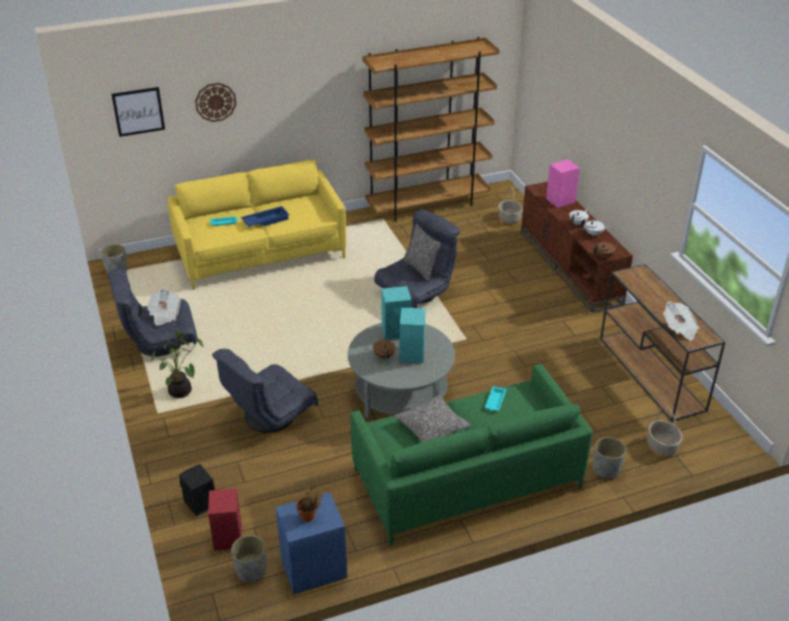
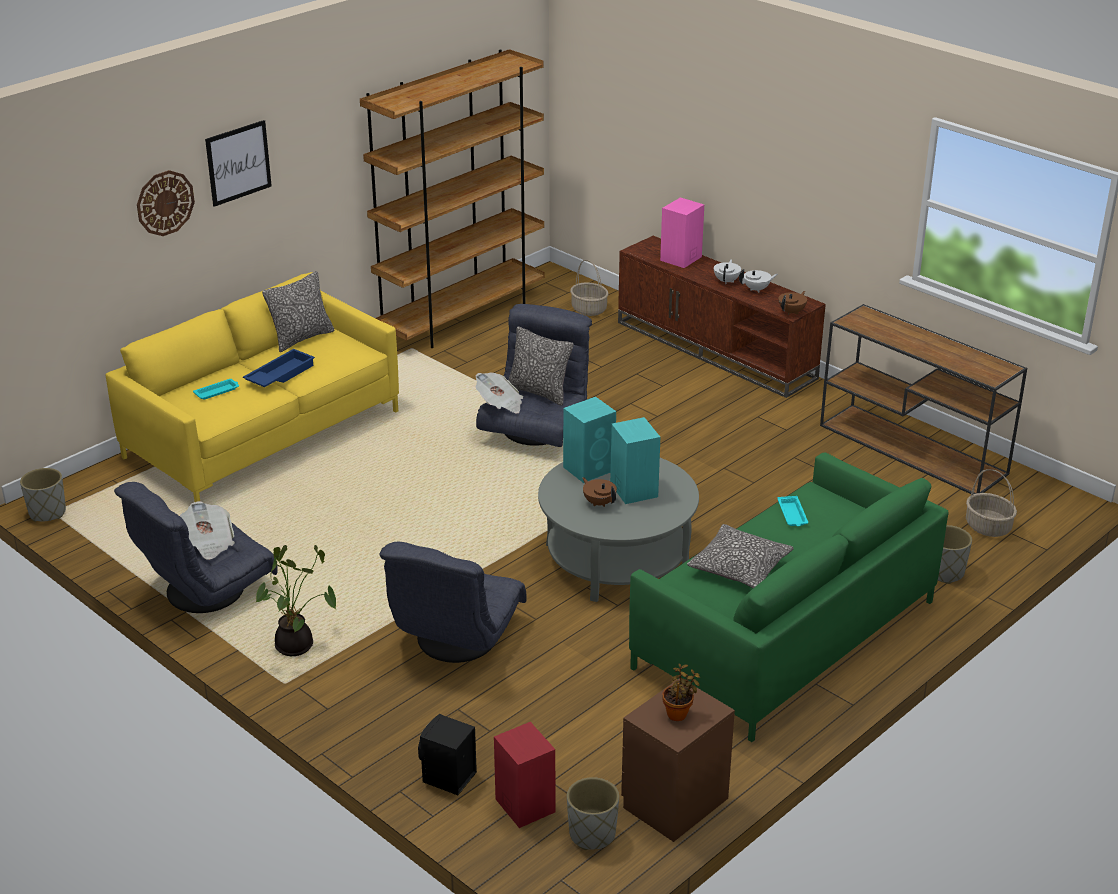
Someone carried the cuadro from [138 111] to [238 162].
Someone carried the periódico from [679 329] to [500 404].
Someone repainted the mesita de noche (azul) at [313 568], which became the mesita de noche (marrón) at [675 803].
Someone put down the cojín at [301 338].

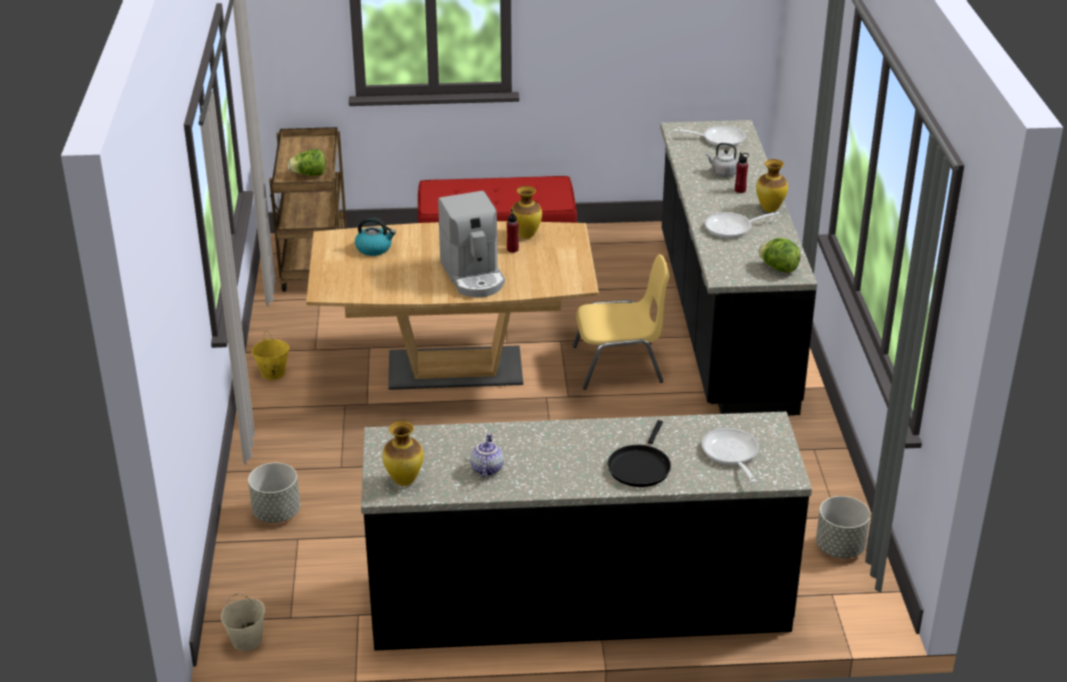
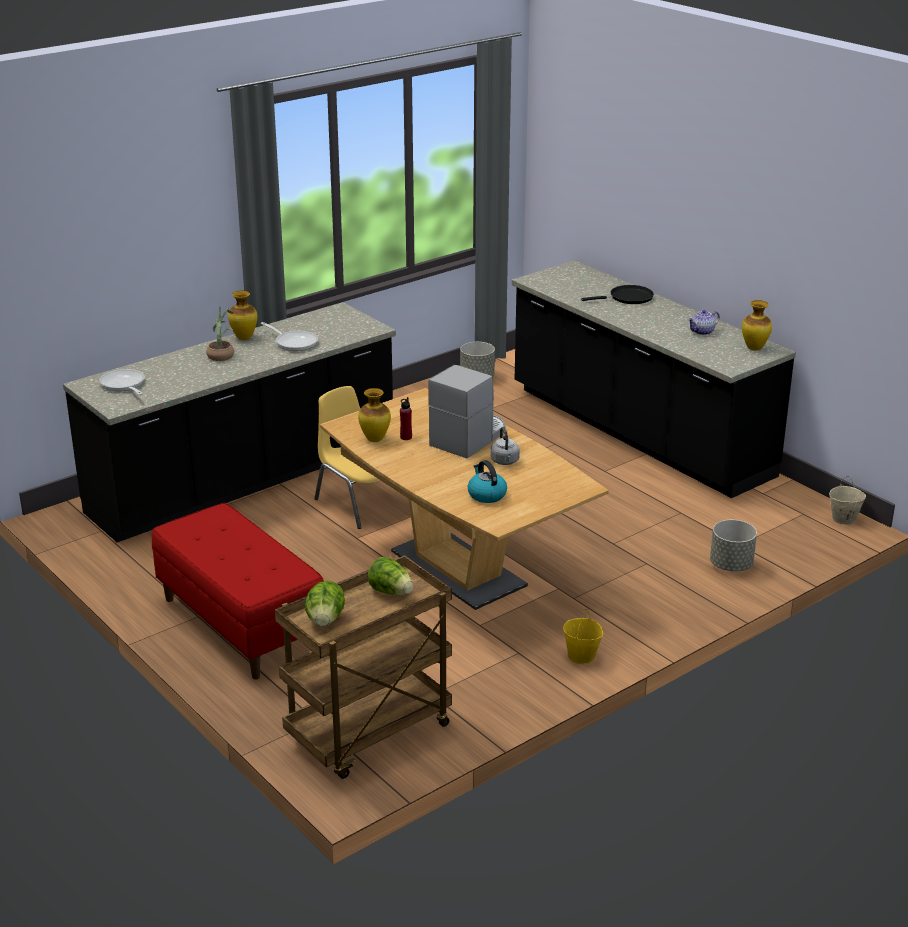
Someone carried the hervidor (gris) from [722 173] to [505 462].
Someone swapped the botella (rojo) at [740 190] for the planta en maceta at [222 354].
Someone carried the lechuga from [778 268] to [325 620].
Someone took away the sartén at [731 454].

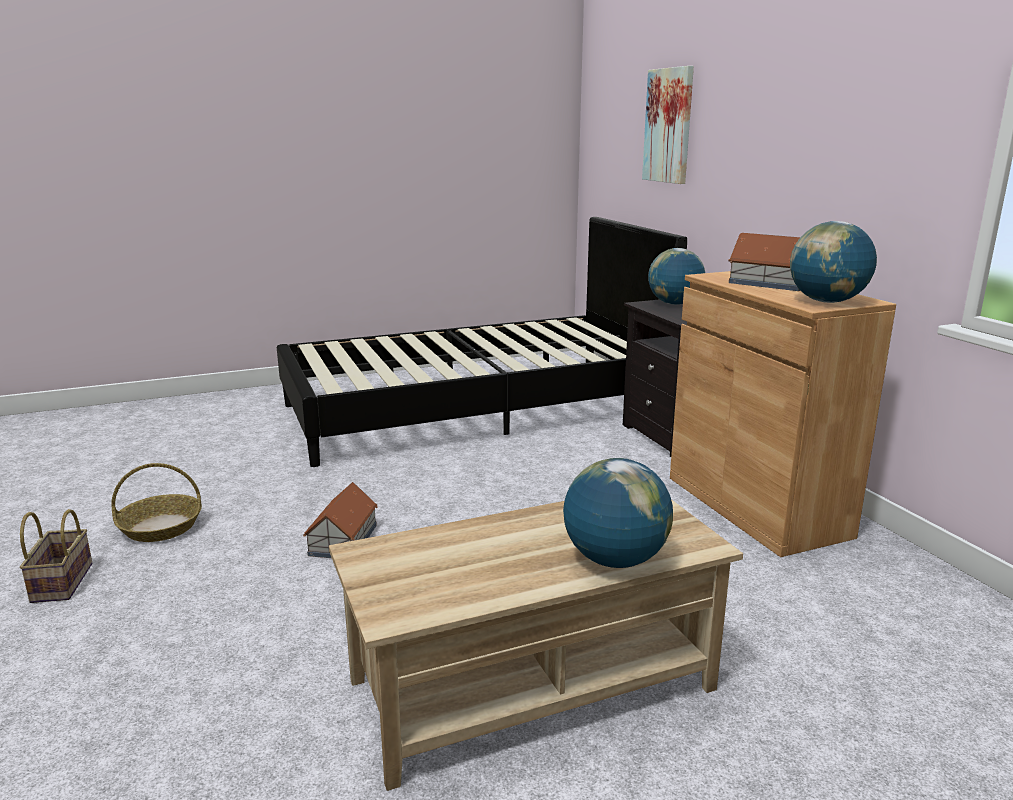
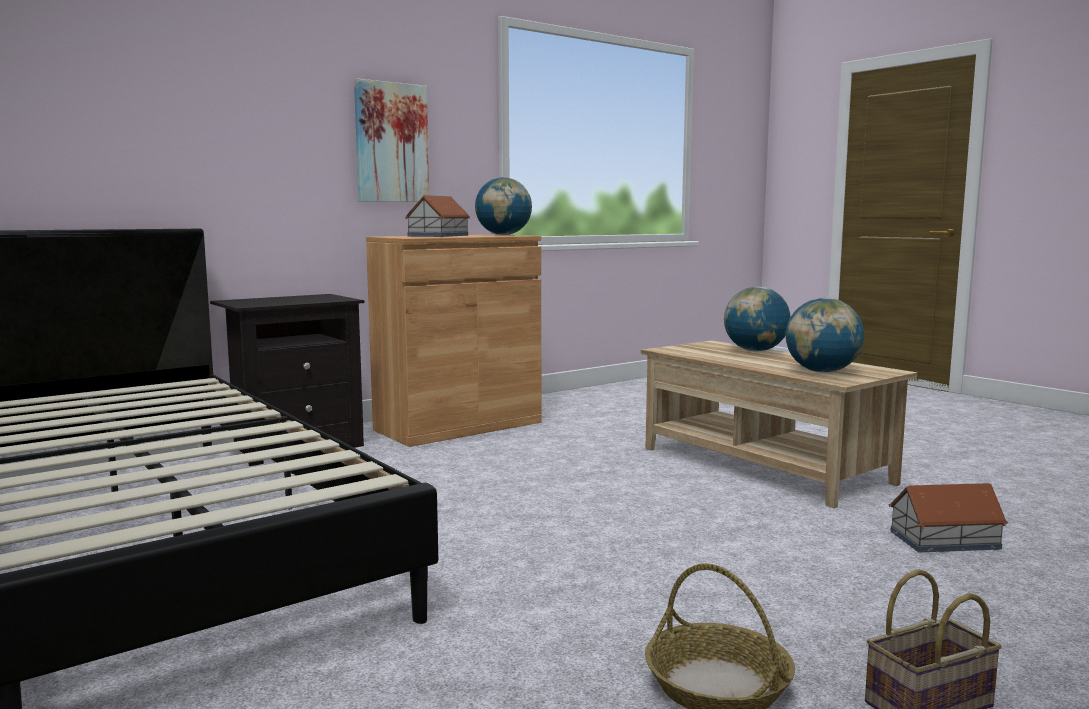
Someone carried the cuadro from [669 126] to [391 143].
Someone carried the globo terráqueo from [674 303] to [822 371].
Someone carried the casita from [342 540] to [945 540].

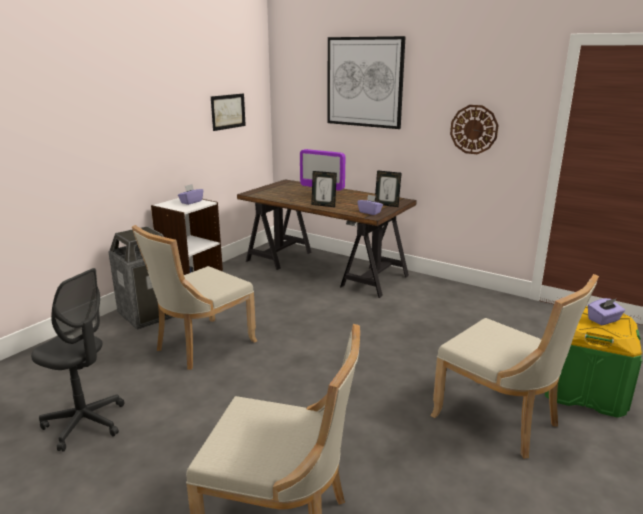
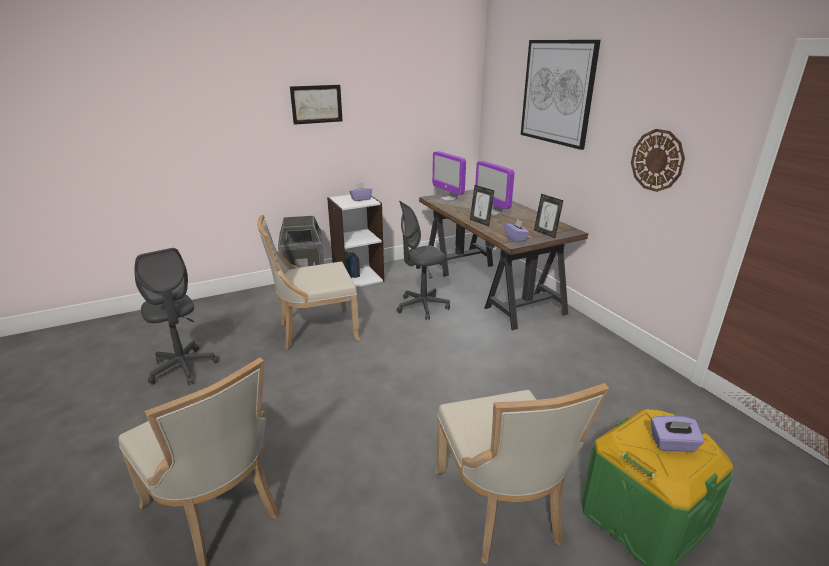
Someone carried the cuadro from [228 111] to [316 104].
Someone put down the monitor at [448 199].
Someone put down the silla de oficina (gris) at [422 307].

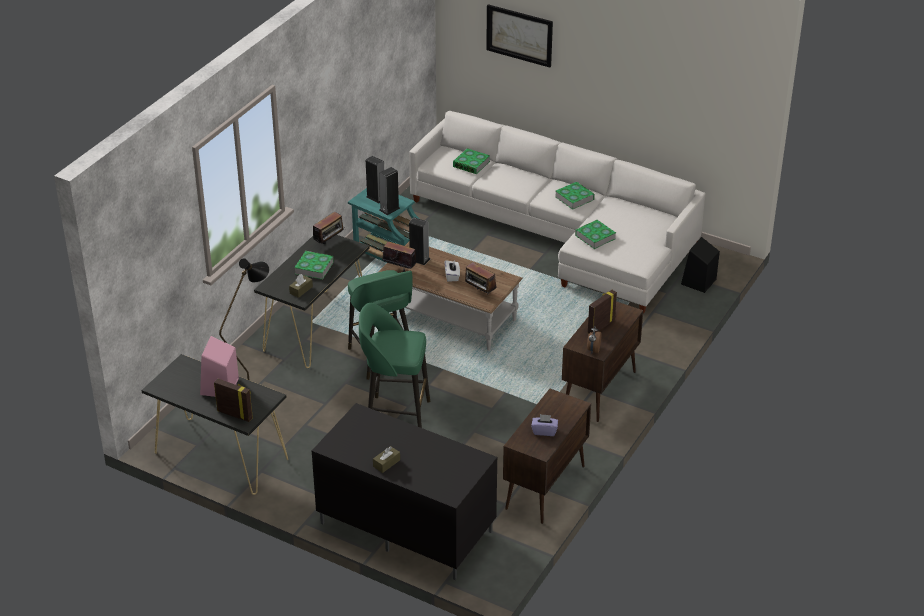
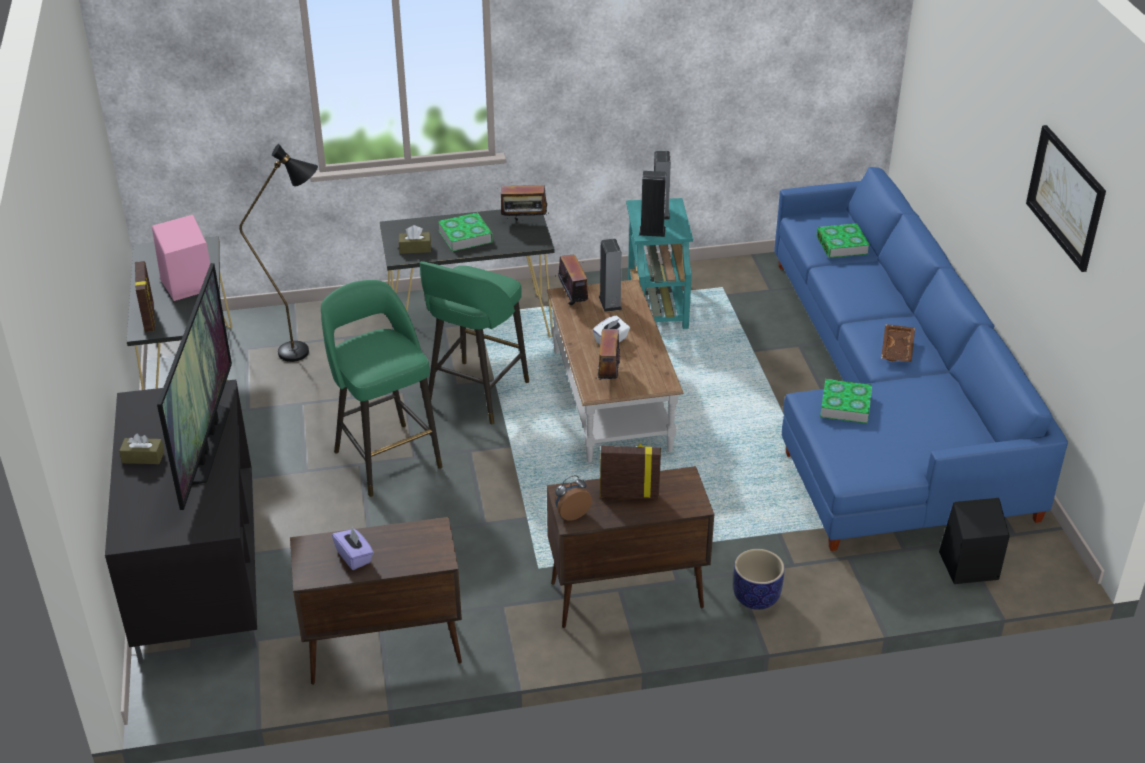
Someone carried the cuadro from [519 35] to [1066 197].
Someone repainted the sofá (blanco) at [562 234], which became the sofá (azul) at [887 399].
Someone swapped the libro at [574 198] for the bandeja (marrón) at [898 349].
Someone put down the televisor at [206 445].
Someone put down the maceta at [756 597].

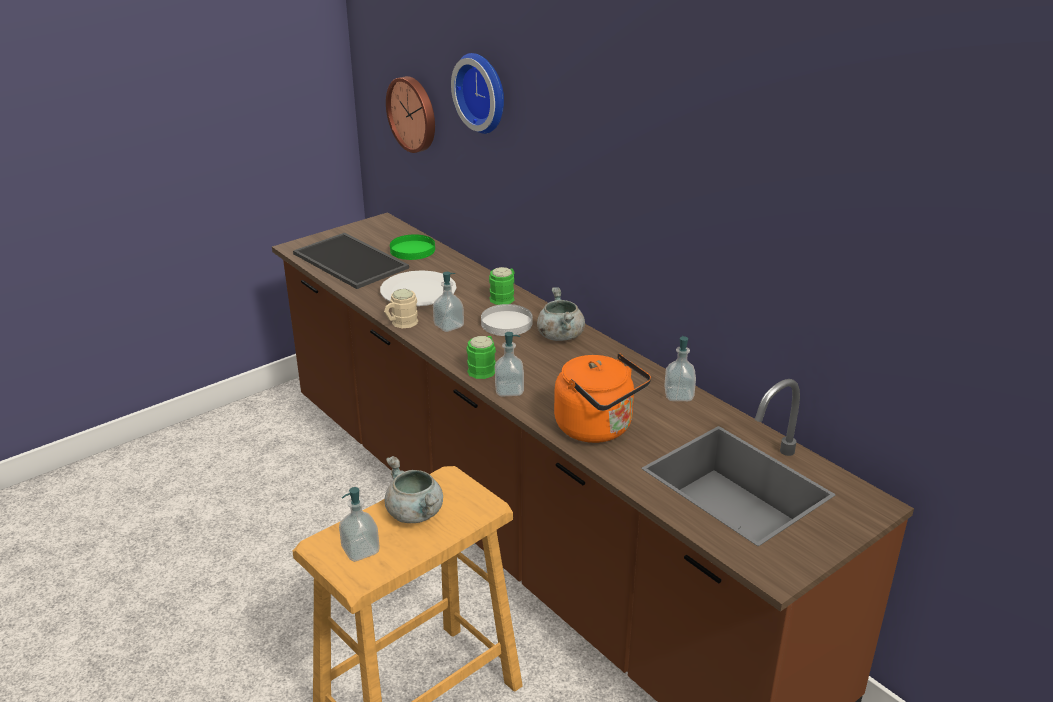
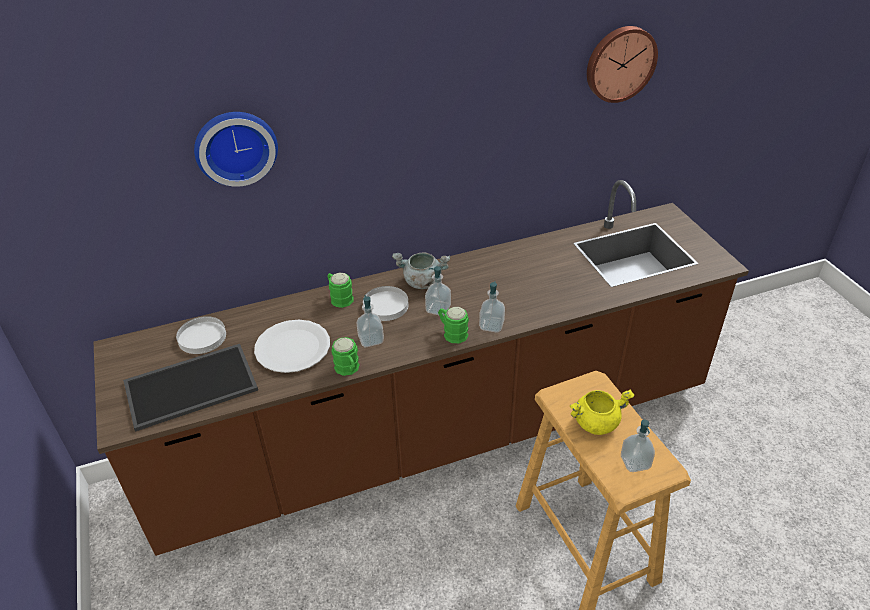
Someone carried the reloj de pared from [413 114] to [619 63].
Someone repainted the plato (verde) at [413 250], which became the plato (blanco) at [202 337].
Someone repainted the taza grande (beis) at [401 323], which became the taza grande (verde) at [348 369].
Someone carried the dispensador de jabón from [678 395] to [438 309].
Someone took away the hervidor (naranja) at [598 428].
Someone repainted the olla (gris) at [416 513], which became the olla (amarillo) at [596 422].

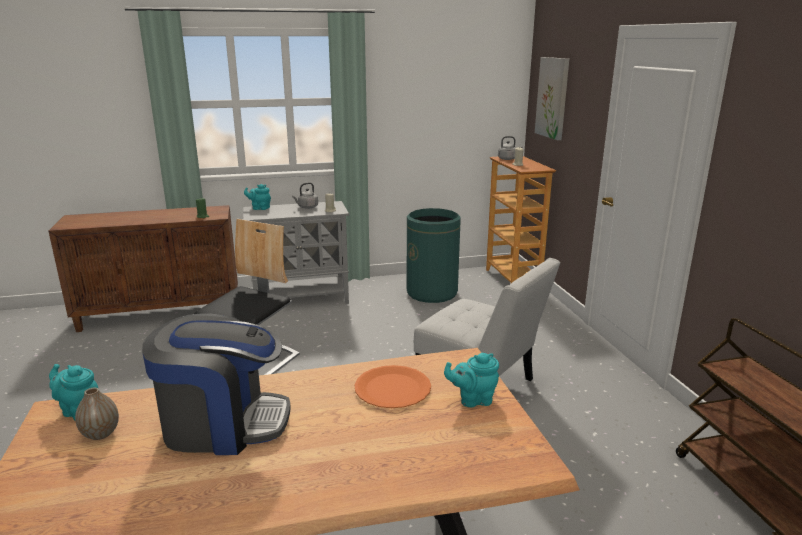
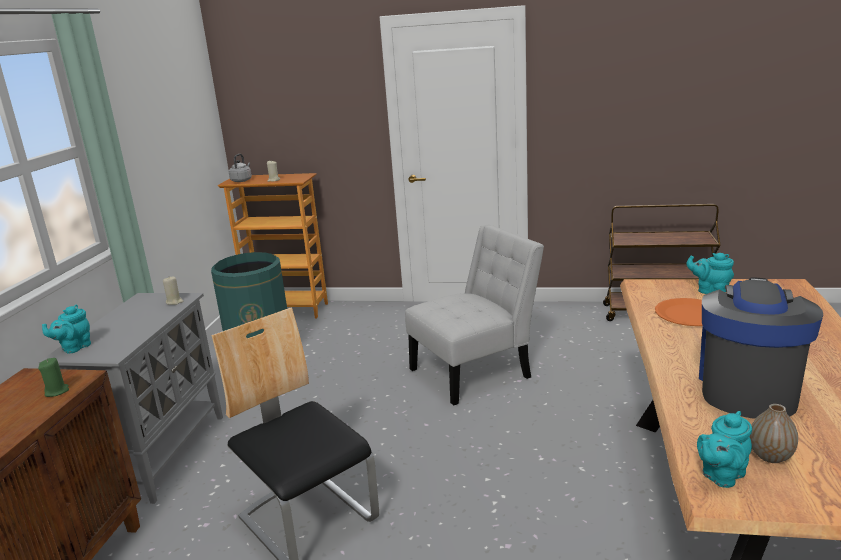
Someone took away the cuadro at [553 98].
Someone took away the hervidor (gris) at [307 207].
Someone rotated the tetera (turquesa) at [473 399] by 105 degrees clockwise.

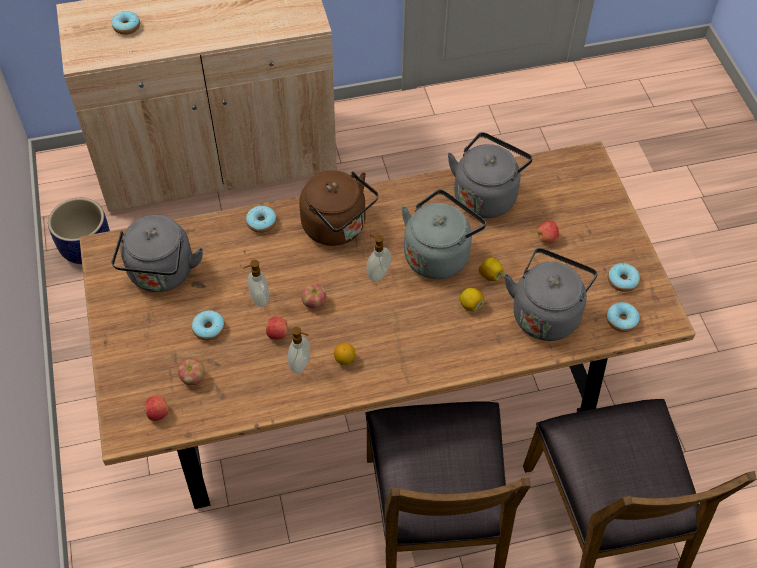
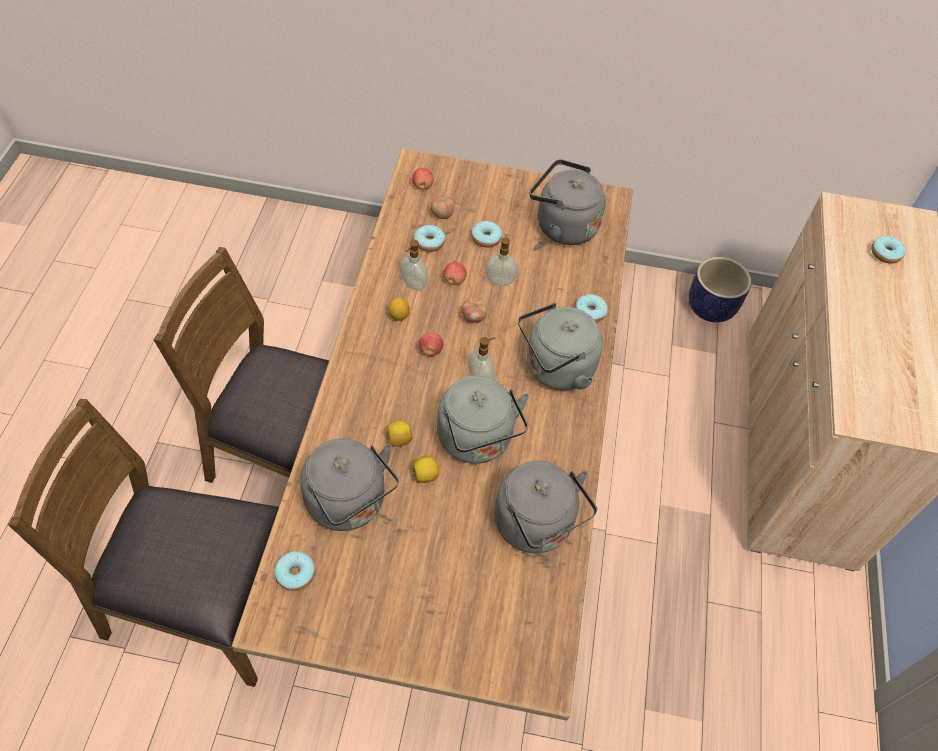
Someone repainted the hervidor (marrón) at [337 227], which became the hervidor (gris) at [555 369].
Someone carried the manzana from [547 238] to [430 350].
Someone carried the rosquilla from [622 281] to [429 242].

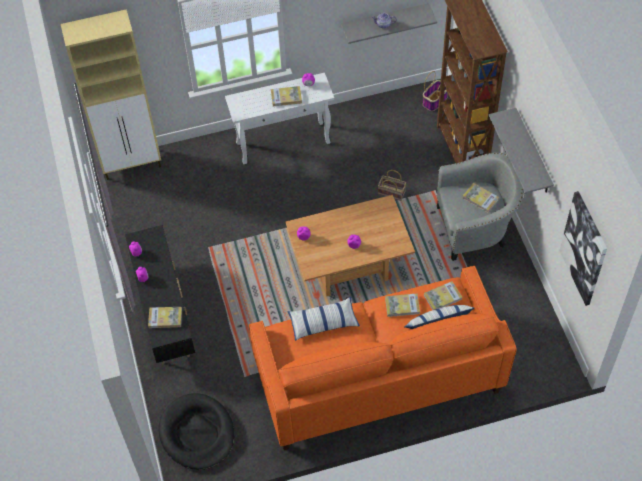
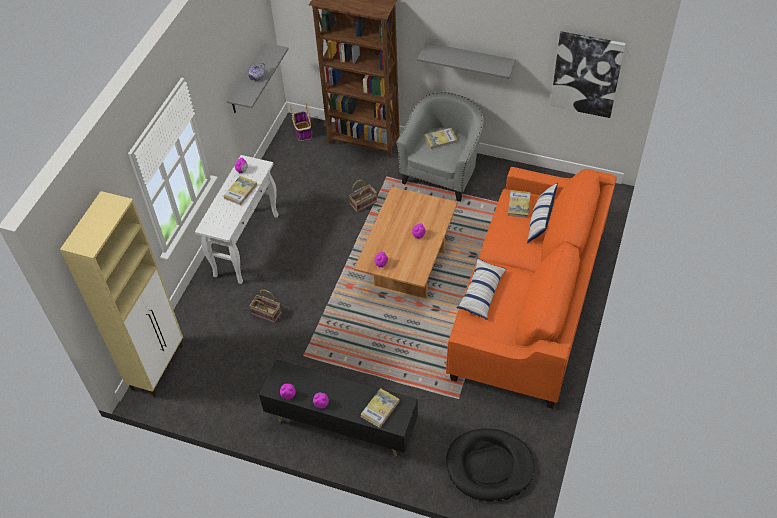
Someone took away the libro at [402 306].
Someone put down the cesta at [267 313].

